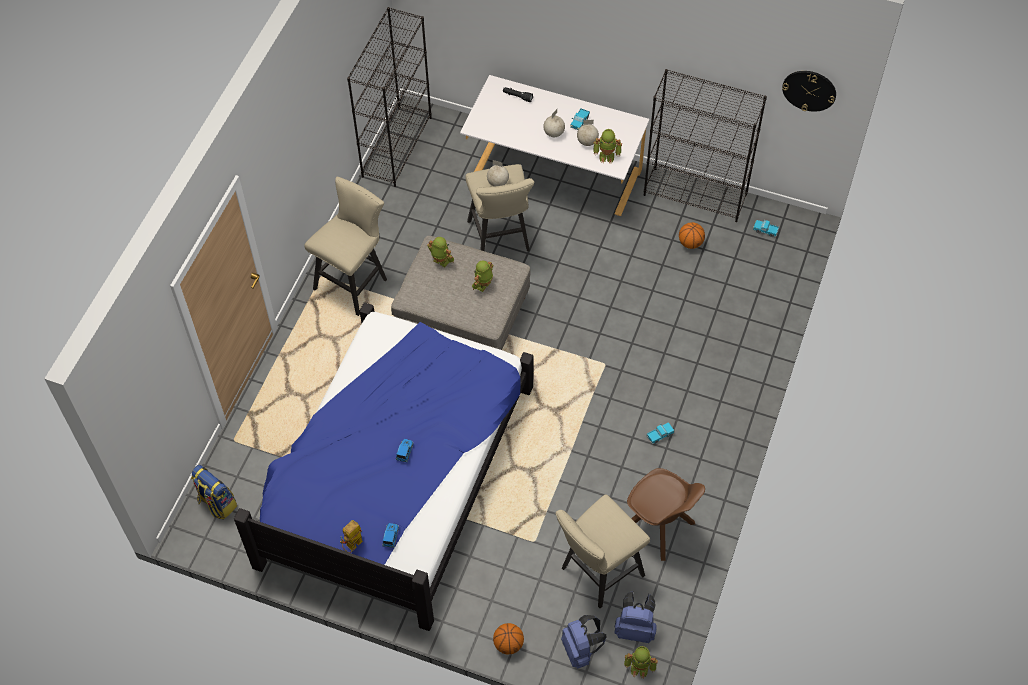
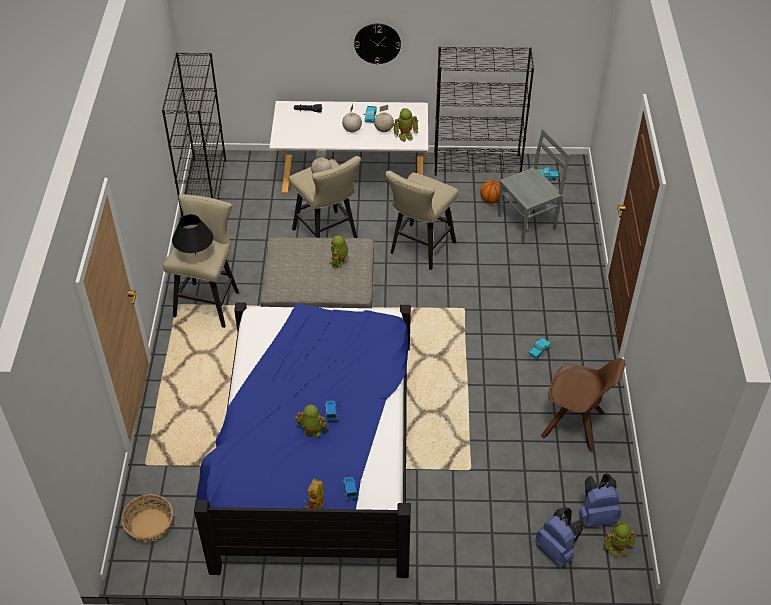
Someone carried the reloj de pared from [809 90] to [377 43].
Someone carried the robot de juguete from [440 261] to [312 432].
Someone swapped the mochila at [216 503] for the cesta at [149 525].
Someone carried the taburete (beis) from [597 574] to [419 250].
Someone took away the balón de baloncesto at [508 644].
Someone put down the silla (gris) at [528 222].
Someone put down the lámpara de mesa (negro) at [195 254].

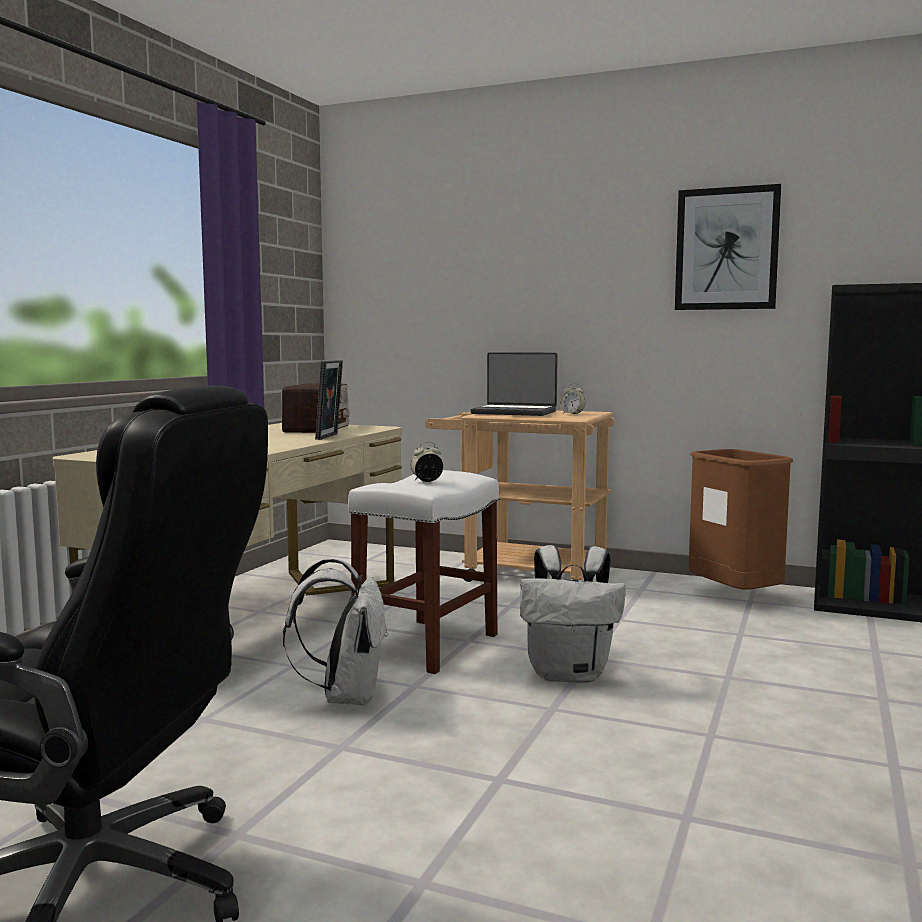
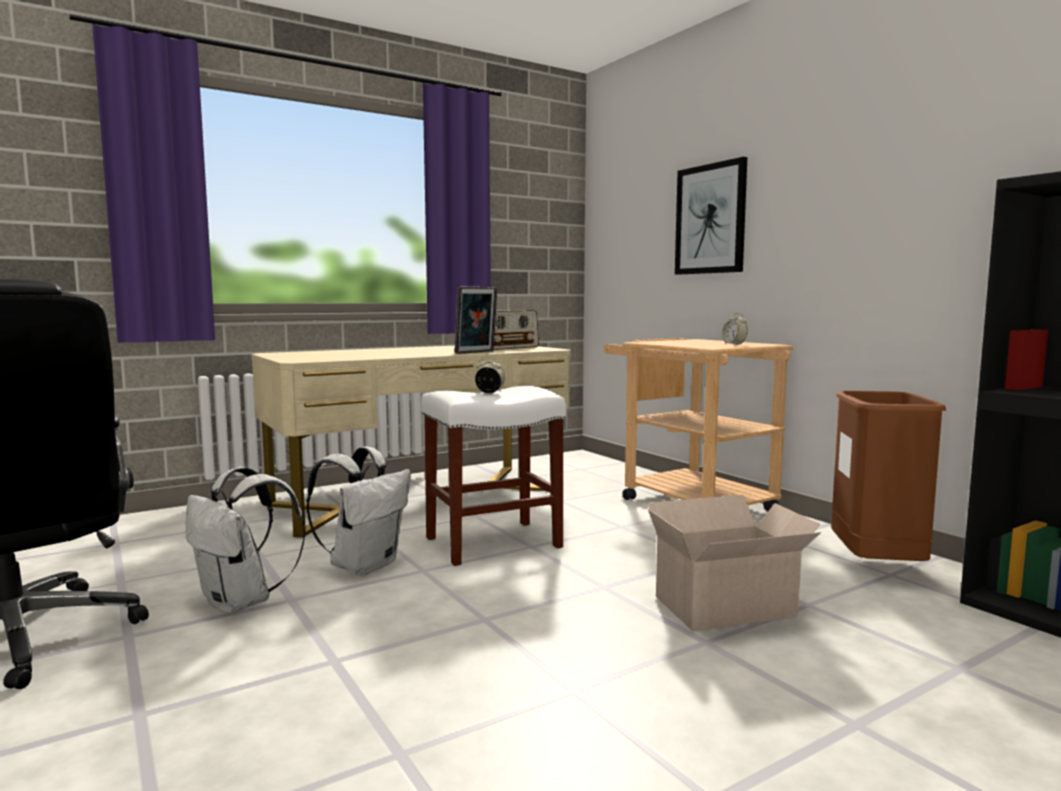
Someone carried the cuadro from [726 249] to [710 219].
Someone took away the portátil at [514 412].
Someone carried the mochila (blanco) from [570 674] to [241 602].
Someone put down the caja de cartón at [728 607].

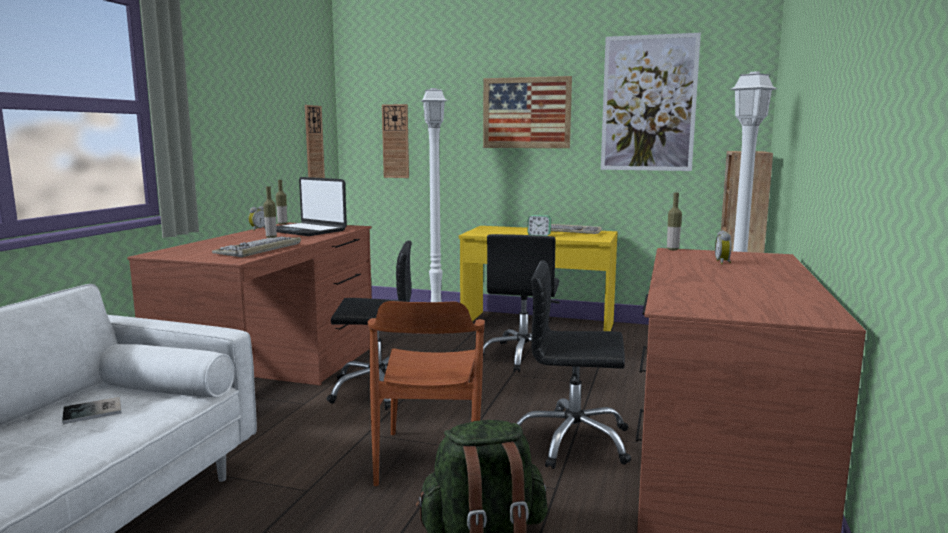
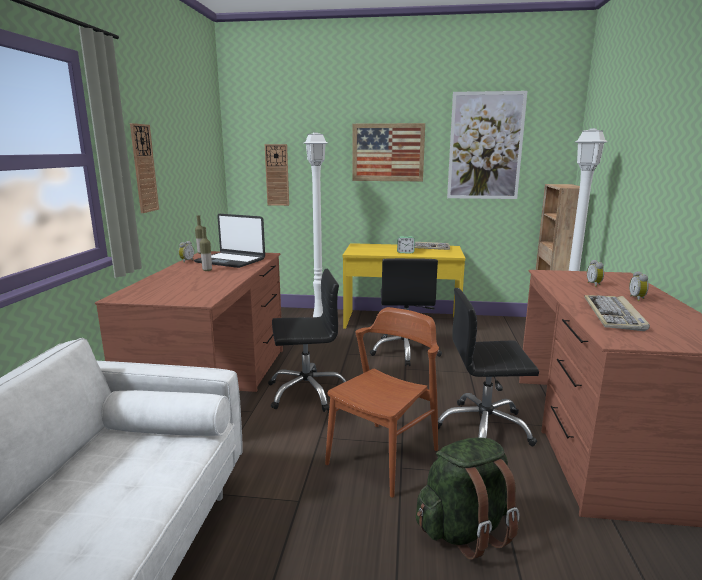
Someone carried the reloj de pared from [314 144] to [144 168].
Someone took away the botella at [672 249].
Someone carried the teclado from [259 249] to [614 315].
Someone rotated the silla (marrón) at [430 458] by 135 degrees counterclockwise.
Someone took away the libro at [94 411].
Someone put down the despertador at [638 298].

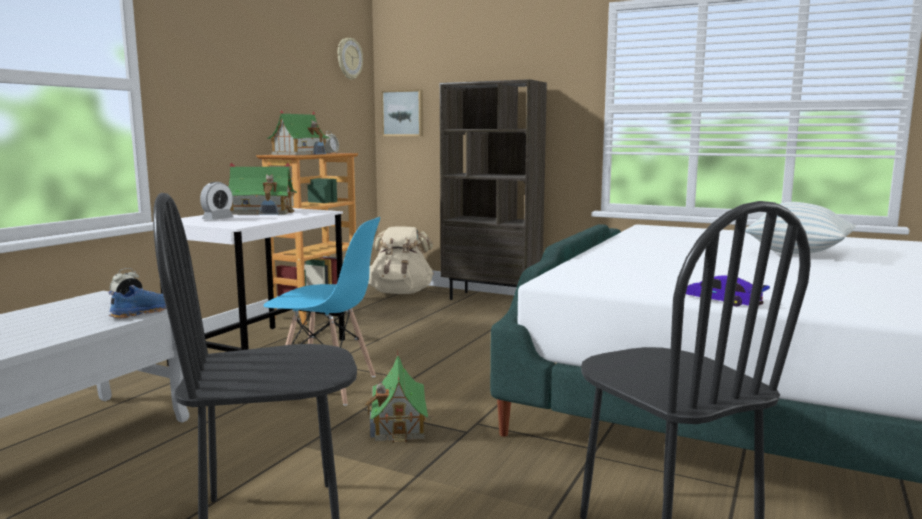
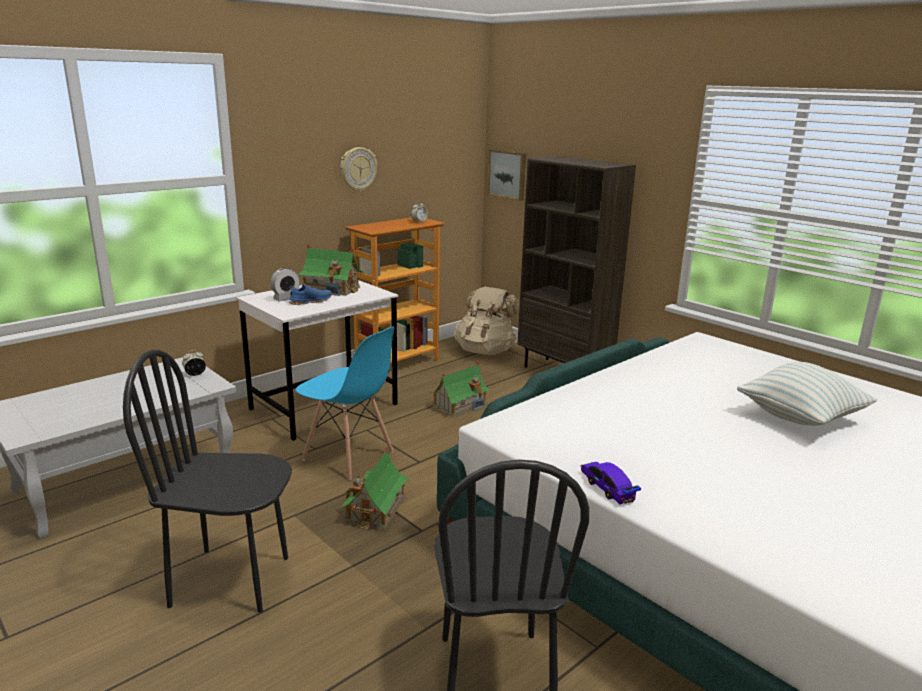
Someone carried the reloj de pared from [349 58] to [358 169].
Someone carried the casita from [300 154] to [460 405].
Someone carried the zapato (azul) from [143 312] to [310 301].

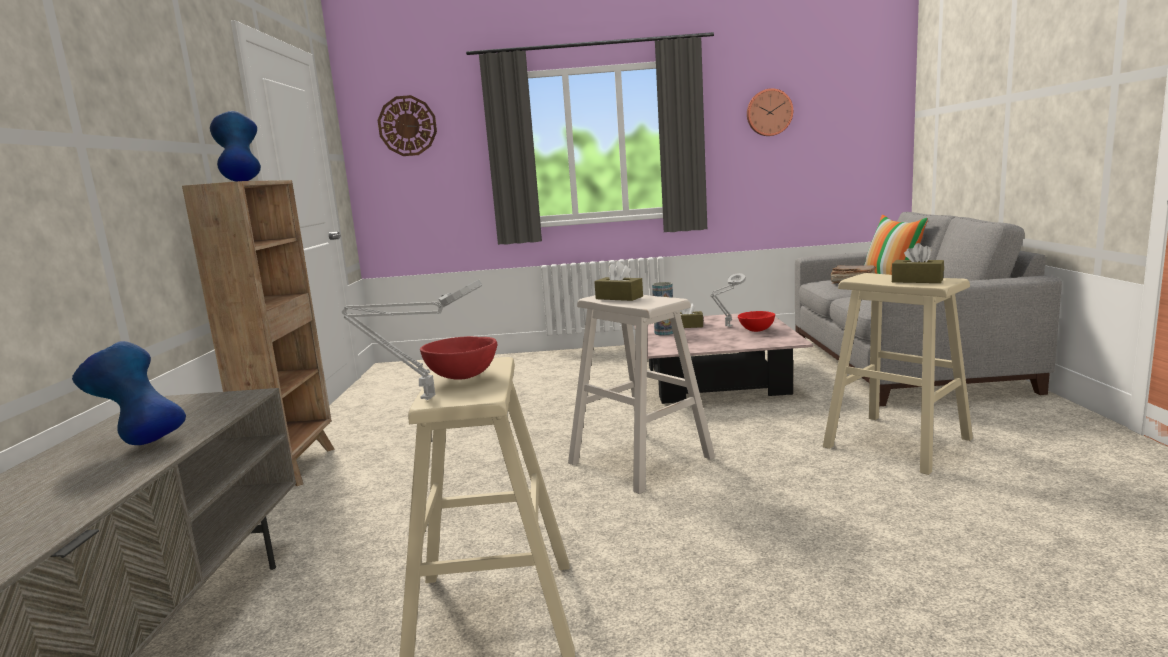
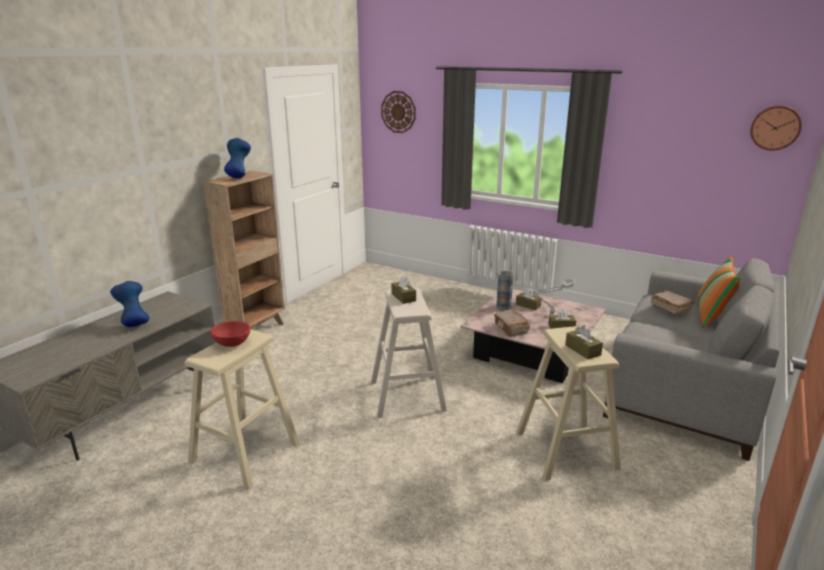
Someone carried the reloj de pared from [769 112] to [775 127].
Someone took away the lámpara de mesa (gris) at [423 398].
Someone swapped the cuenco (rojo) at [756 331] for the caja de pañuelos (marrón) at [561 327].
Someone put down the libro (marrón) at [511 329].

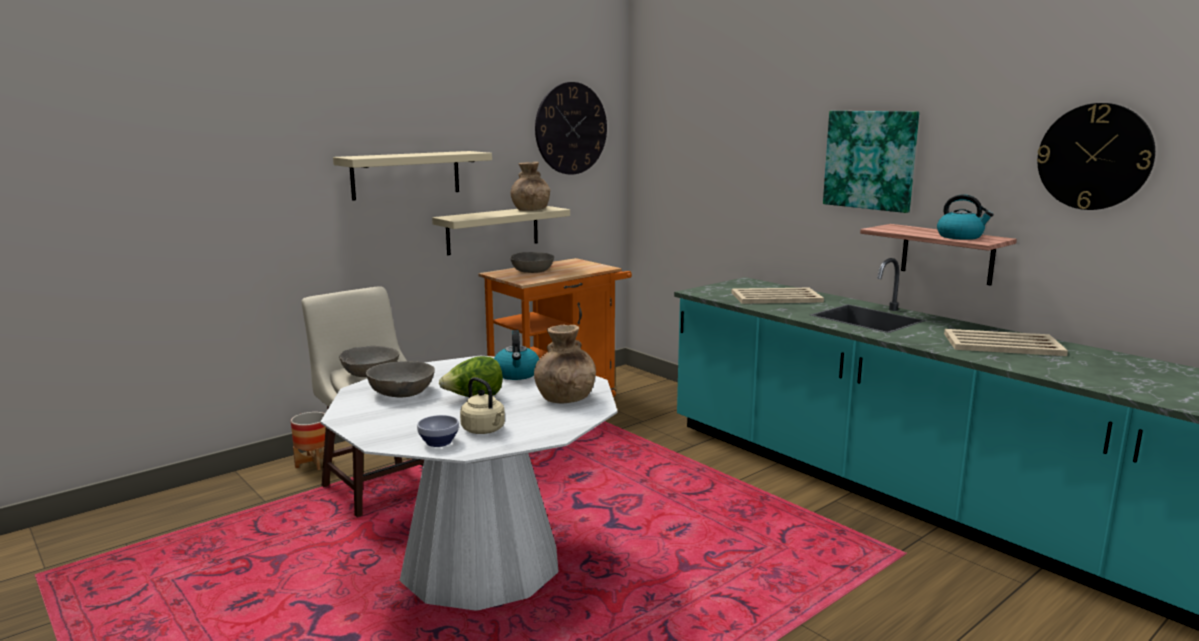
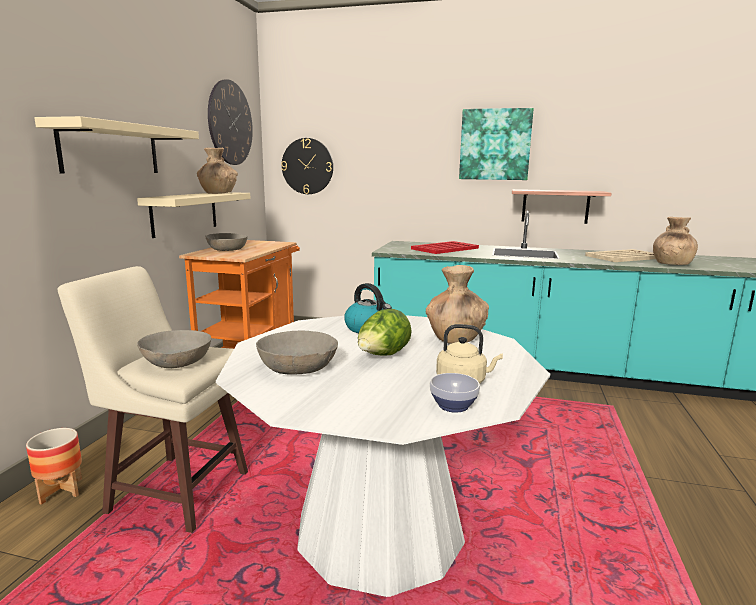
Someone carried the reloj de pared from [1094 157] to [307 166].
Someone took away the hervidor at [960 237].
Someone repainted the bandeja (beis) at [775 297], which became the bandeja (rojo) at [444 248].
Someone put down the florero (marrón) at [671 264].

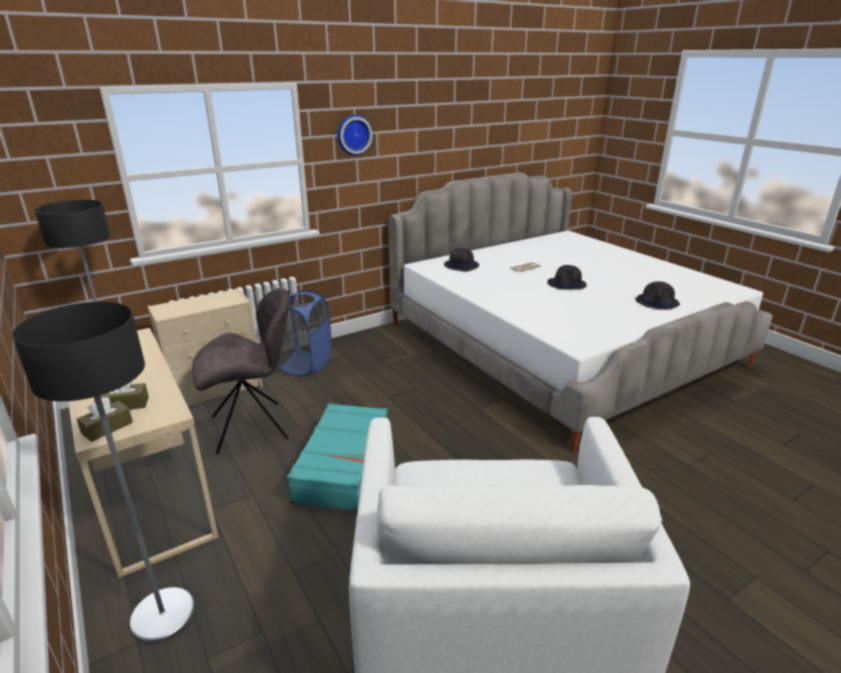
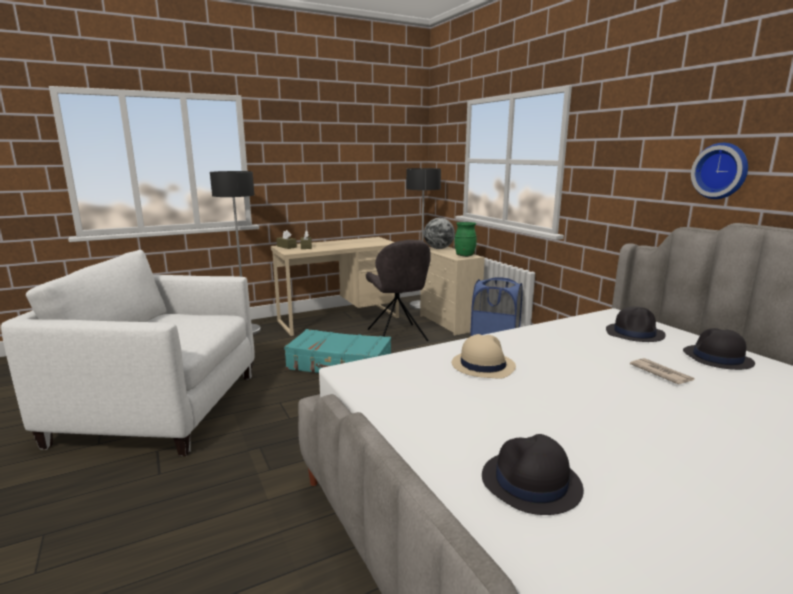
Someone carried the reloj de pared from [353 134] to [721 171].
Someone carried the sombrero (negro) from [567 284] to [717 358].
Someone put down the globo terráqueo at [439 248].
Someone put down the florero (verde) at [464 255].
Someone put down the sombrero (beis) at [482 365].

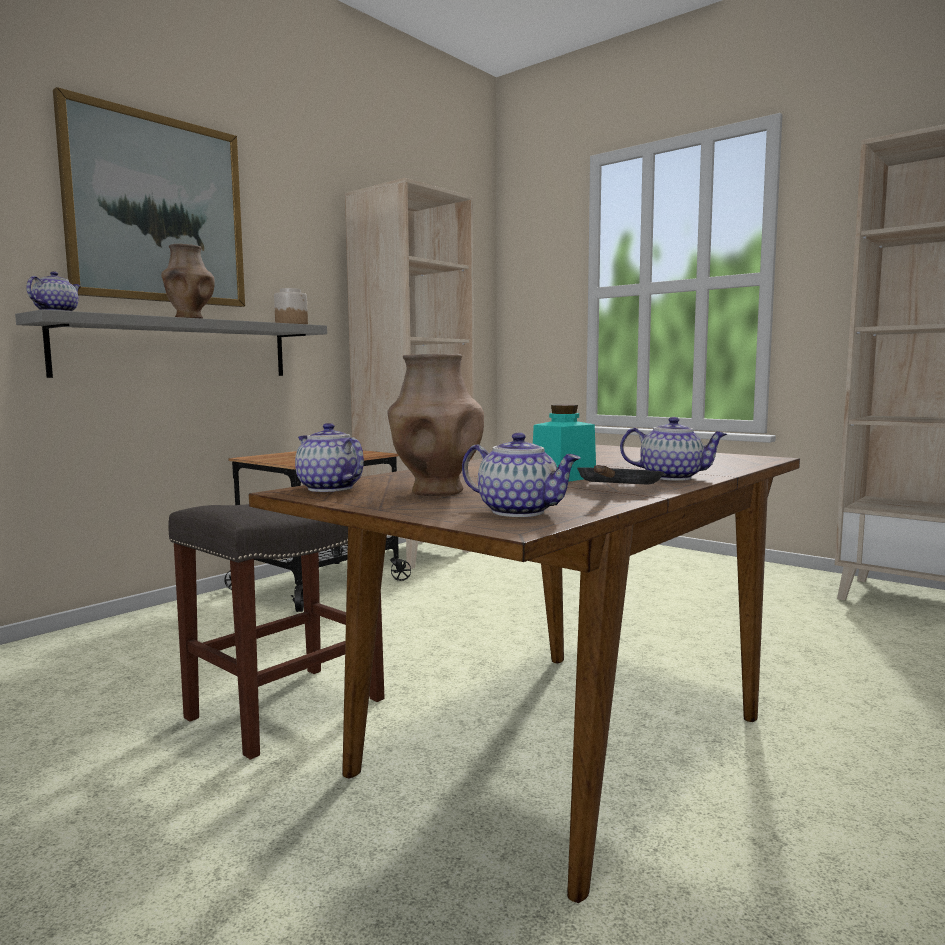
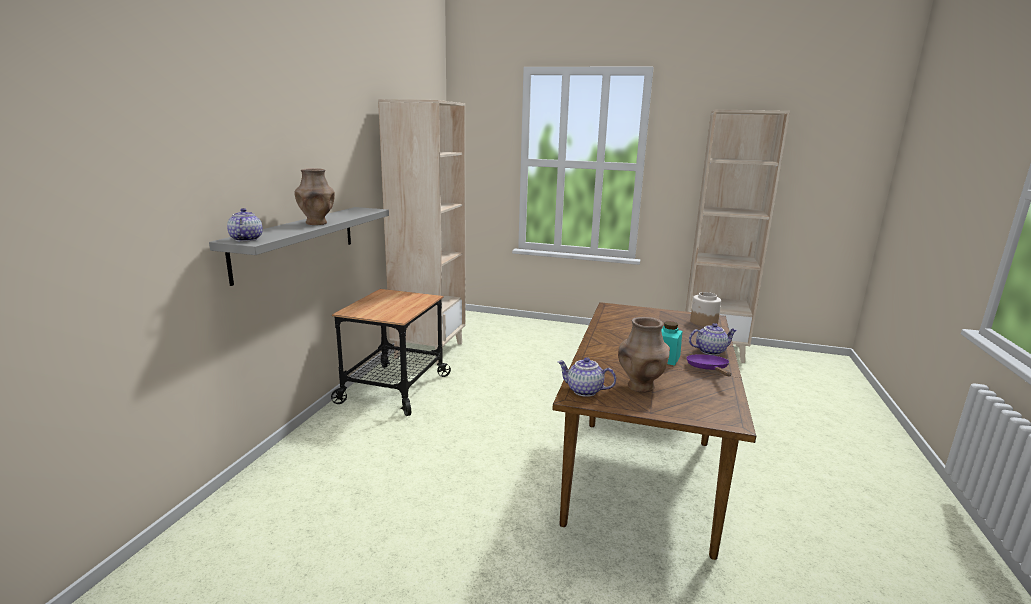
Someone took away the cuadro at [157 210].
Someone carried the tarro from [291 324] to [703 322].
Someone took away the tetera at [520 511].
Someone repainted the sartén (negro) at [617 488], which became the sartén (morado) at [708 369].
Someone took away the taburete (gris) at [288 707].

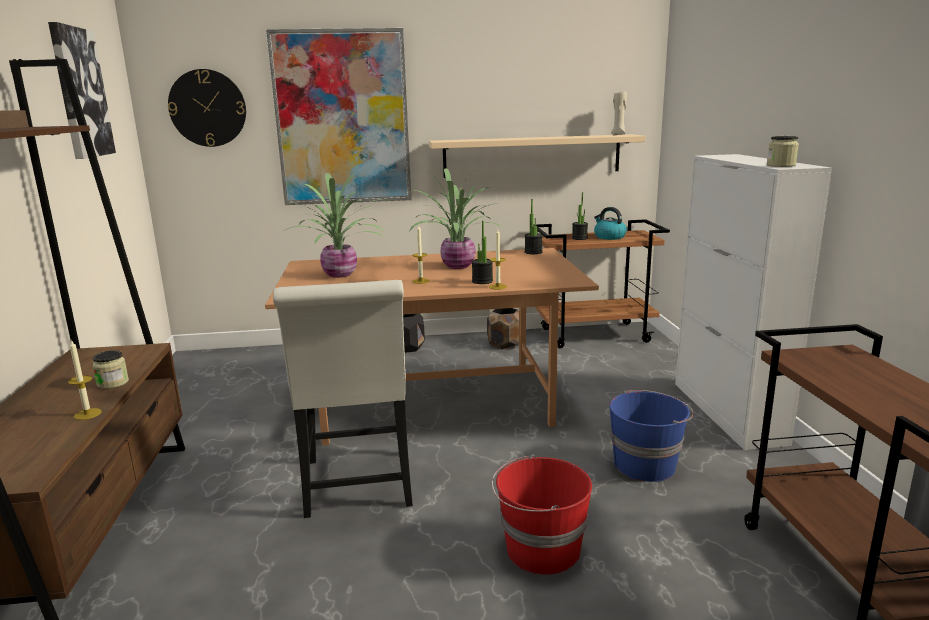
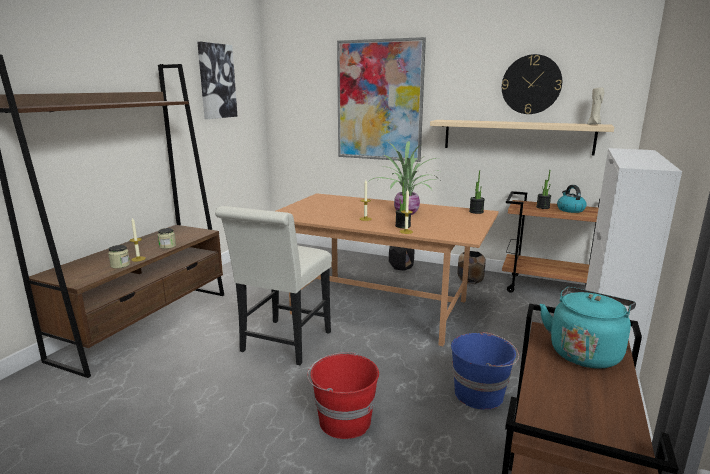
Someone carried the reloj de pared from [207 108] to [531 84].
Someone carried the tarro from [781 165] to [120 265].
Someone took away the planta en maceta at [342 274].
Someone put down the hervidor (turquesa) at [585 352].

